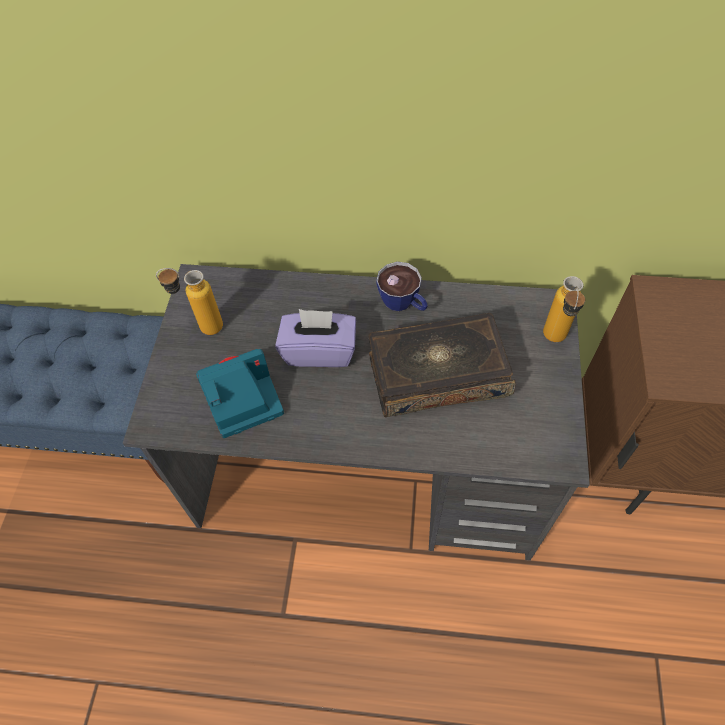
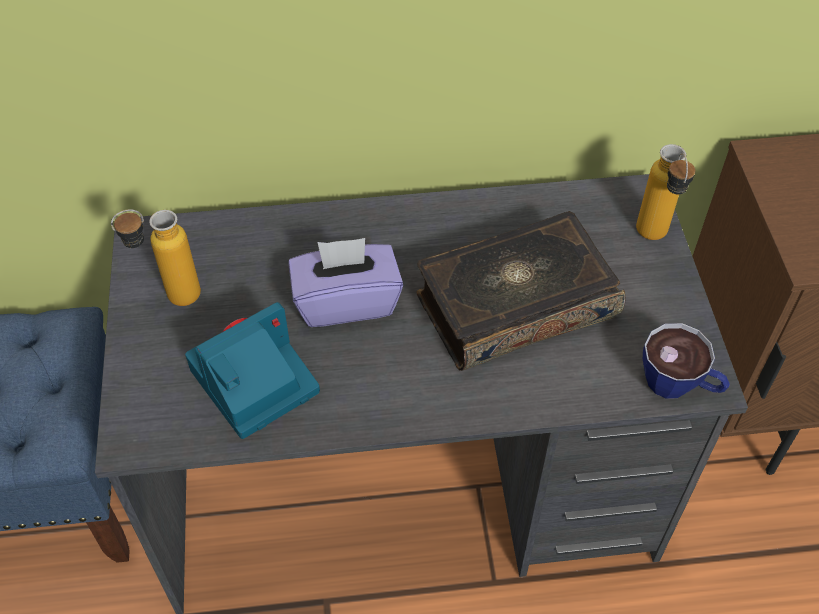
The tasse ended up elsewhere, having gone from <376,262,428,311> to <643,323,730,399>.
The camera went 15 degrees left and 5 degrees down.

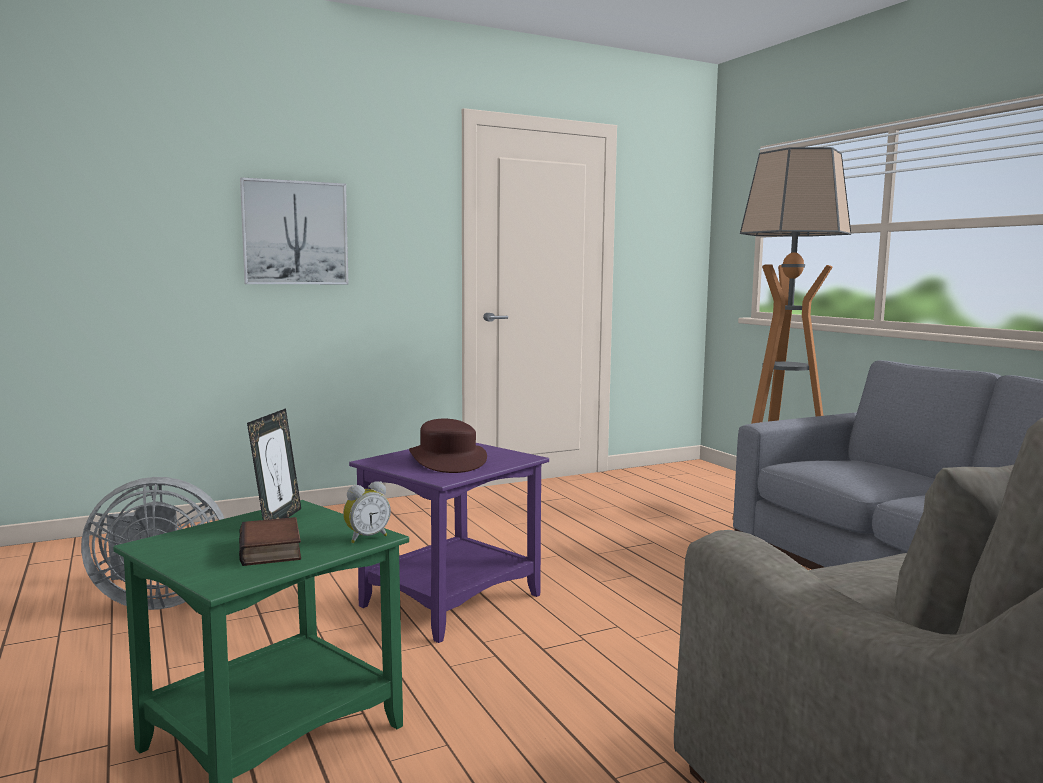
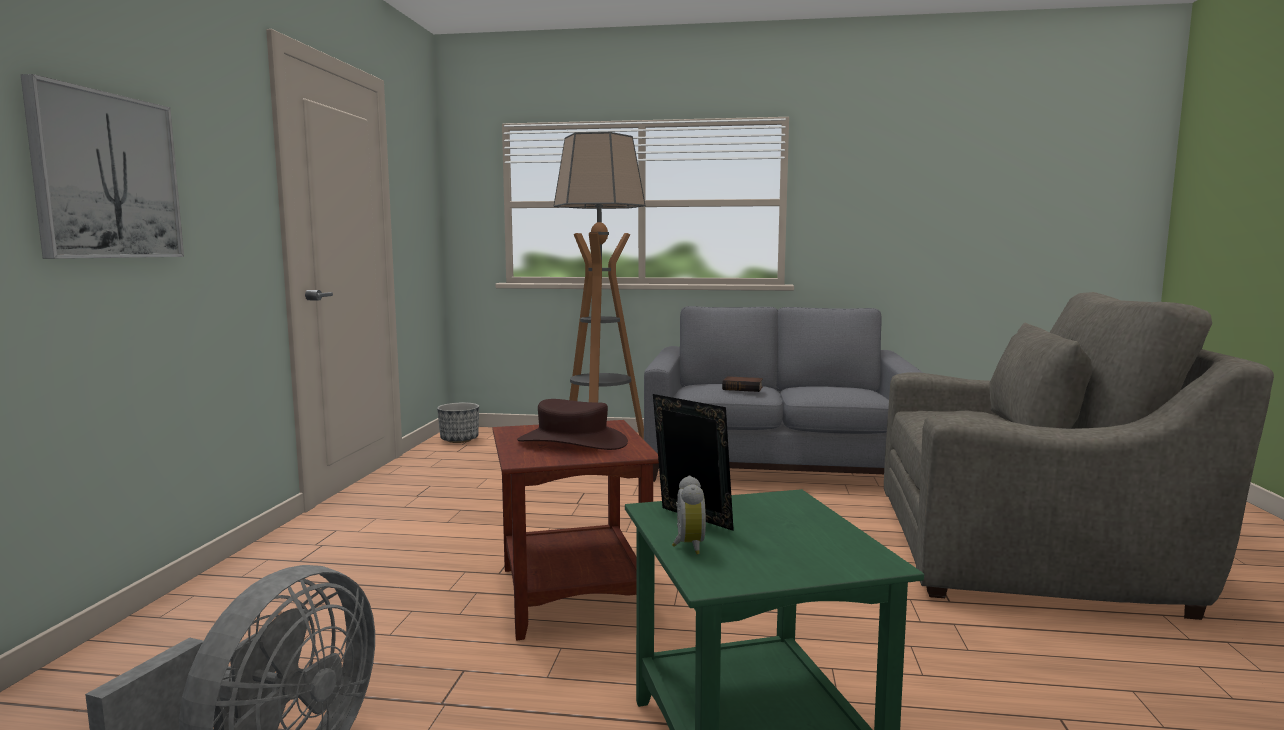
The livre ended up elsewhere, having gone from <239,517,301,566> to <722,376,763,392>.
The réveil ended up elsewhere, having gone from <343,481,391,543> to <672,476,706,555>.
What was the table d'appoint (violet) at <349,443,549,643> turned into the table d'appoint (marron) at <493,420,659,641>.
The second view gained the cache-pot at <437,403,479,443>.
The camera went 55 degrees left and 0 degrees up.

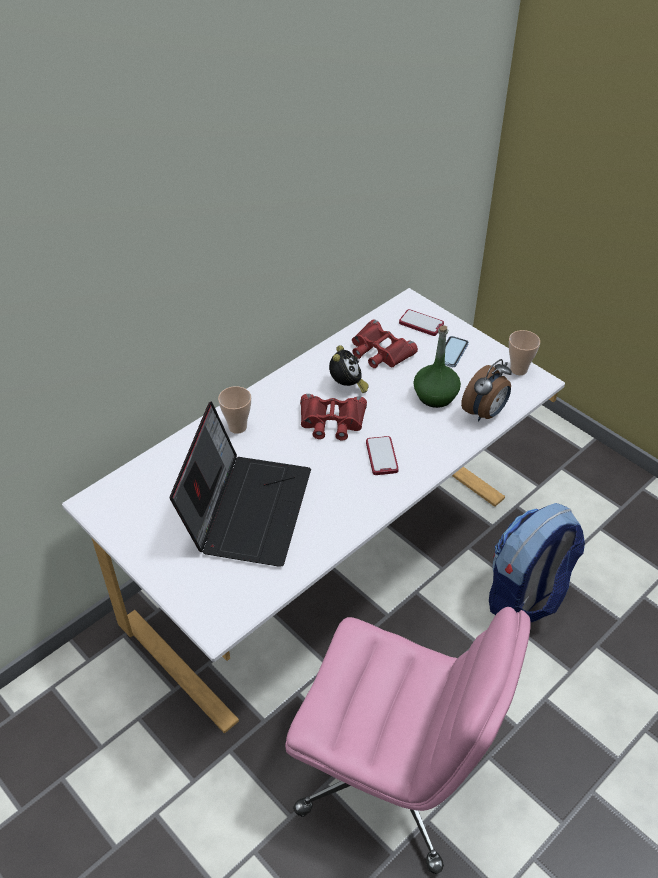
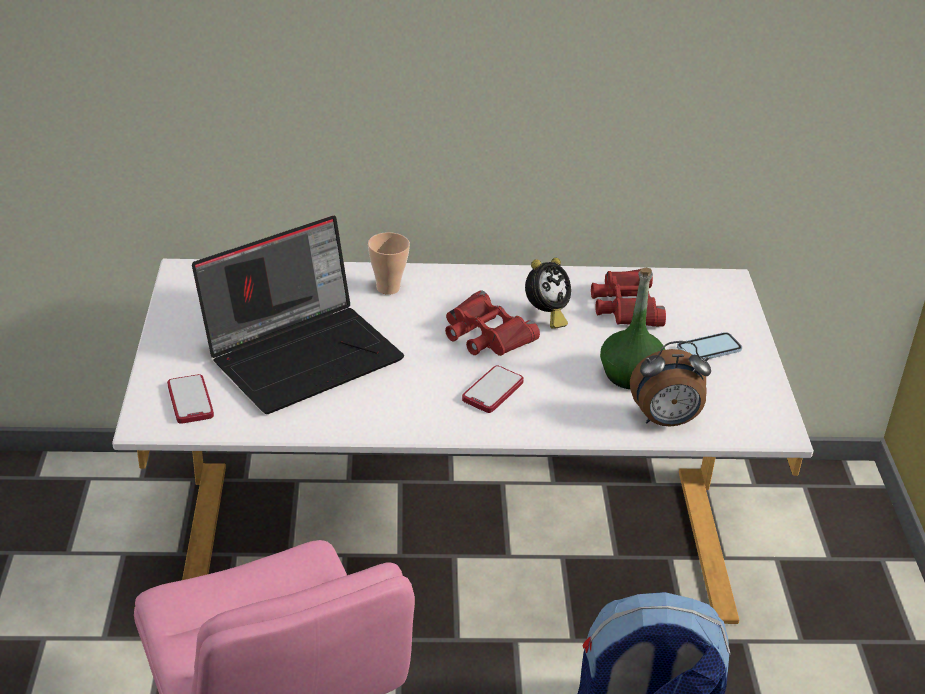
The téléphone ended up elsewhere, having gone from <399,309,444,336> to <167,374,214,424>.
The second view lost the tasse at <509,330,540,375>.
The camera went 40 degrees right and 10 degrees down.

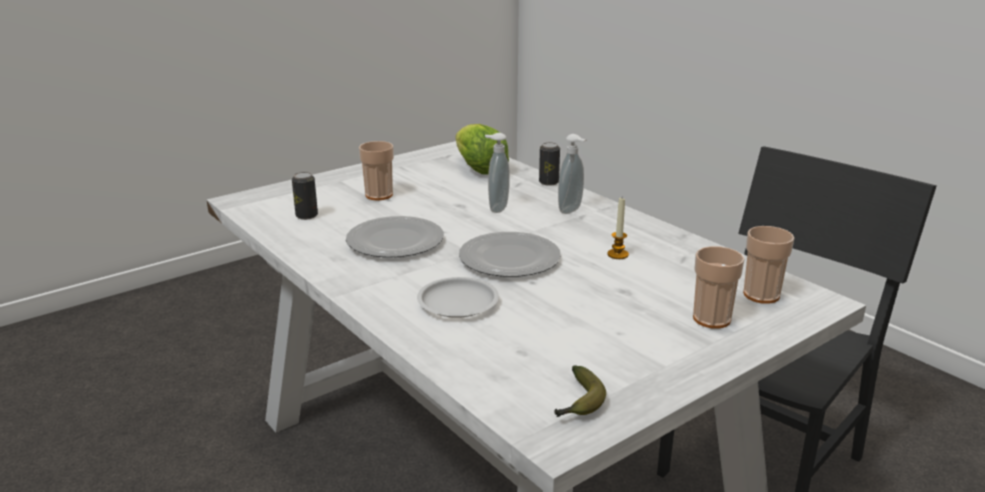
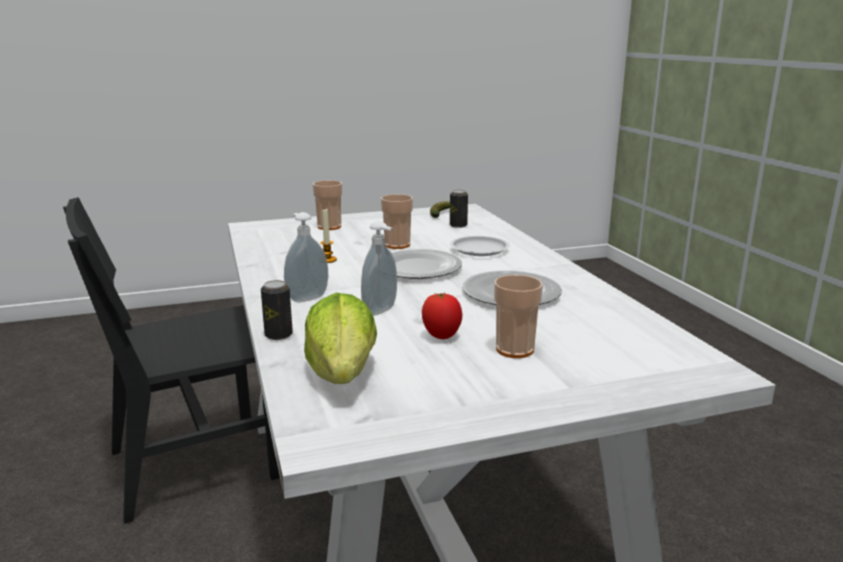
The boîte métallique ended up elsewhere, having gone from <292,172,318,220> to <450,190,468,228>.
The tasse ended up elsewhere, having gone from <743,226,794,304> to <381,194,413,249>.
The second view gained the tomate at <422,292,462,339>.
The camera went 160 degrees left and 5 degrees down.

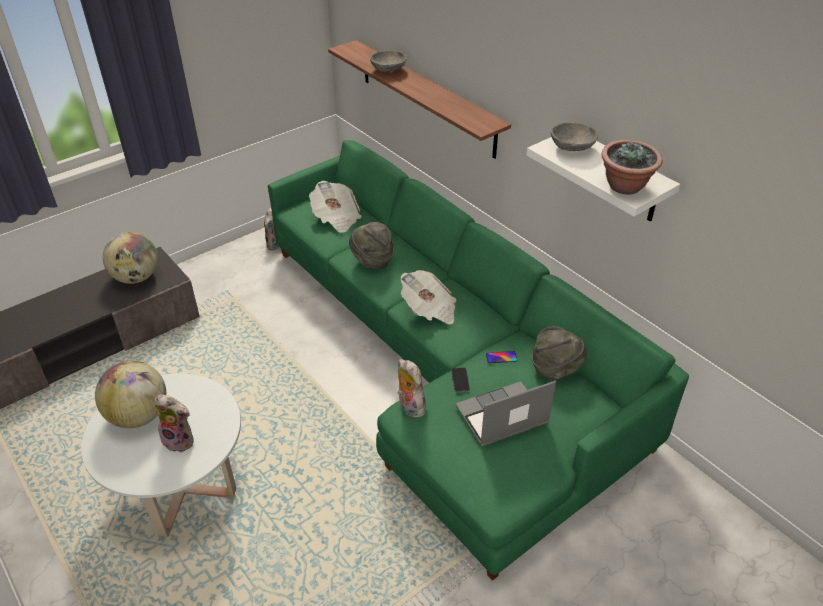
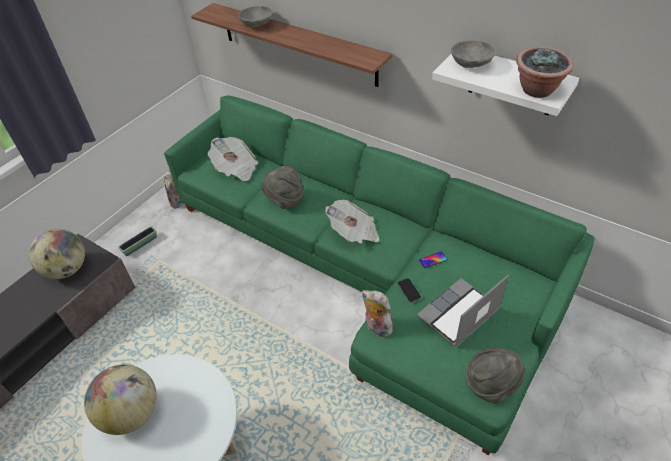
The second view lost the peluche at <154,394,194,453>.
The chapeau (gris) ended up elsewhere, having gone from <532,326,587,381> to <466,348,525,403>.
The second view gained the cache-pot at <118,226,157,256>.
The camera went 15 degrees left and 5 degrees up.

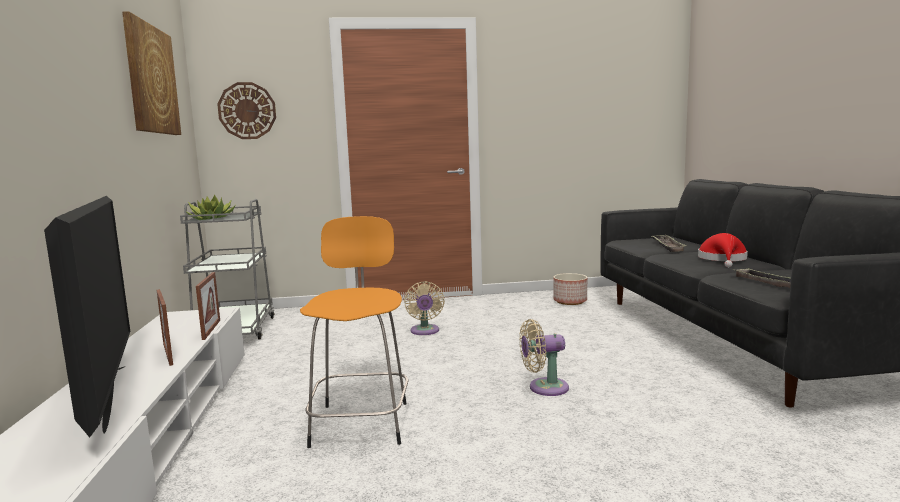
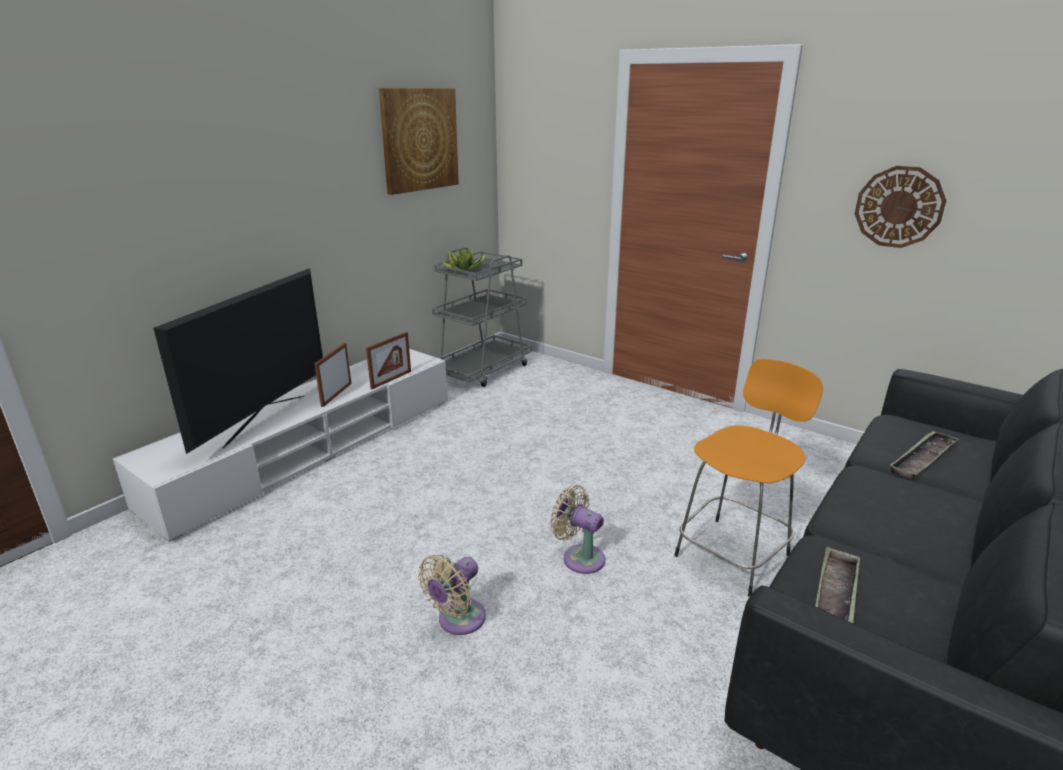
The horloge murale ended up elsewhere, having gone from <217,82,276,139> to <855,166,946,248>.
The tabouret (orange) ended up elsewhere, having gone from <300,216,408,448> to <674,359,823,597>.
The ventilateur (beige) ended up elsewhere, having gone from <404,281,445,335> to <418,555,486,635>.
The second view lost the cache-pot at <553,273,587,305>.
The second view lost the chapeau (rouge) at <698,233,748,267>.
The camera went 45 degrees right and 15 degrees up.

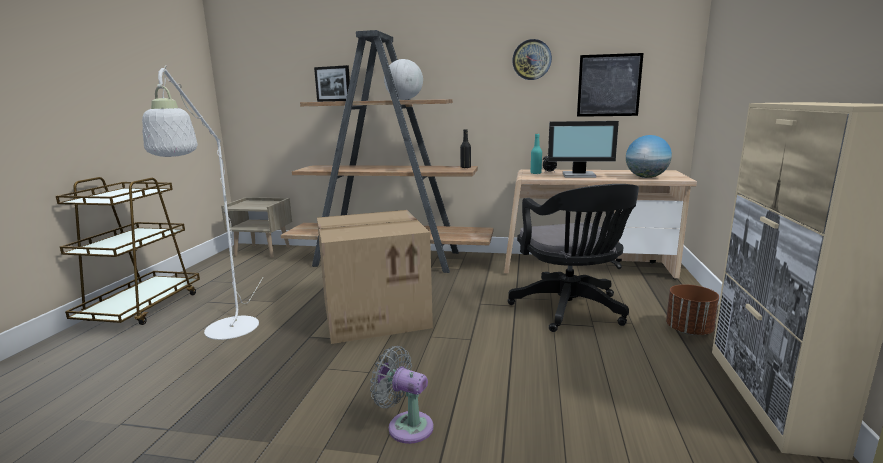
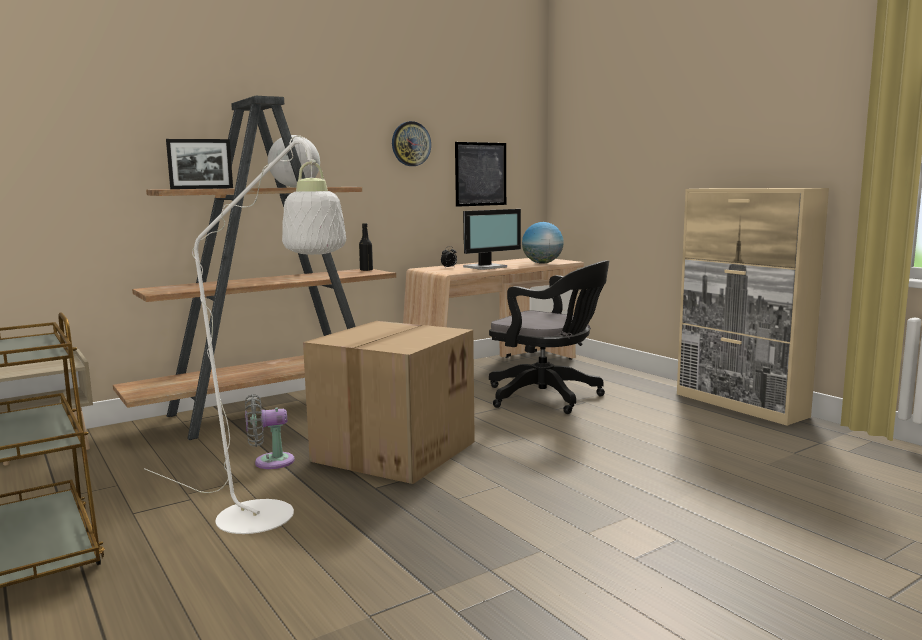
The ventilateur (gris) ended up elsewhere, having gone from <370,346,433,444> to <245,394,295,469>.
The second view lost the bouteille (turquoise) at <531,134,542,174>.
The second view lost the cache-pot (marron) at <666,284,719,335>.
The camera went 45 degrees left and 5 degrees down.

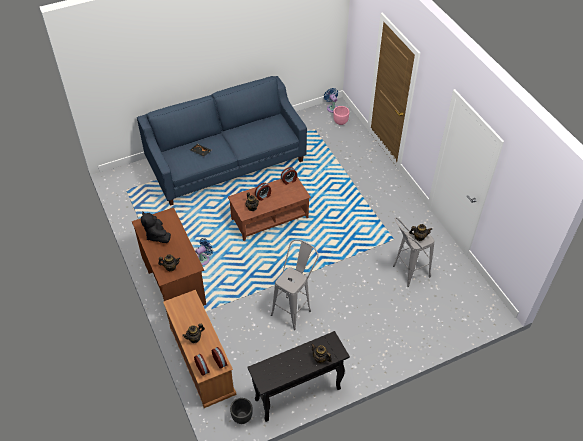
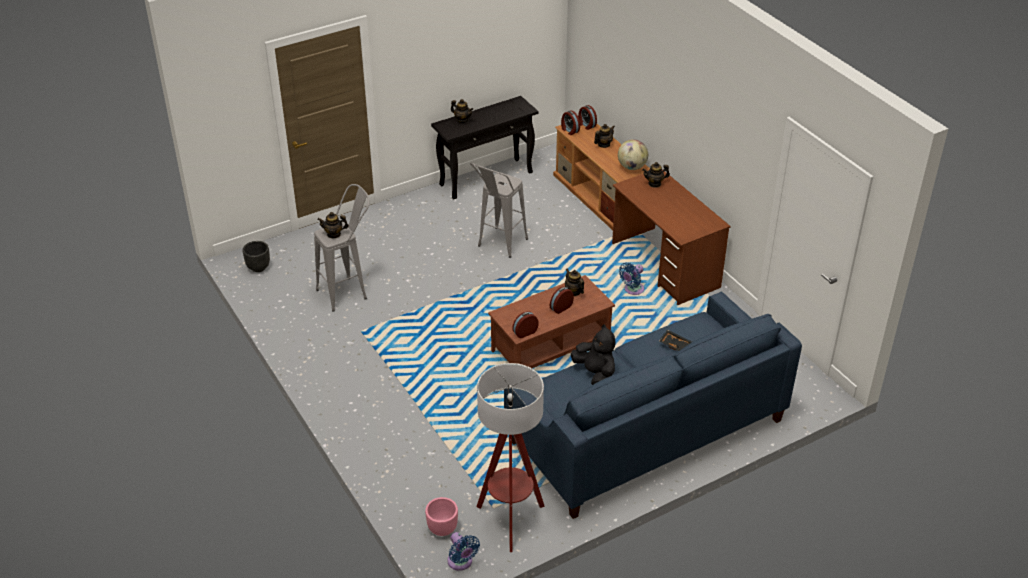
The peluche (noir) ended up elsewhere, having gone from <141,212,171,243> to <571,324,616,385>.
The cache-pot (noir) ended up elsewhere, having gone from <230,398,253,424> to <243,241,270,272>.
The second view gained the lampadaire at <477,363,545,552>.
The second view gained the globe at <618,139,648,170>.
The camera went 175 degrees right and 10 degrees down.

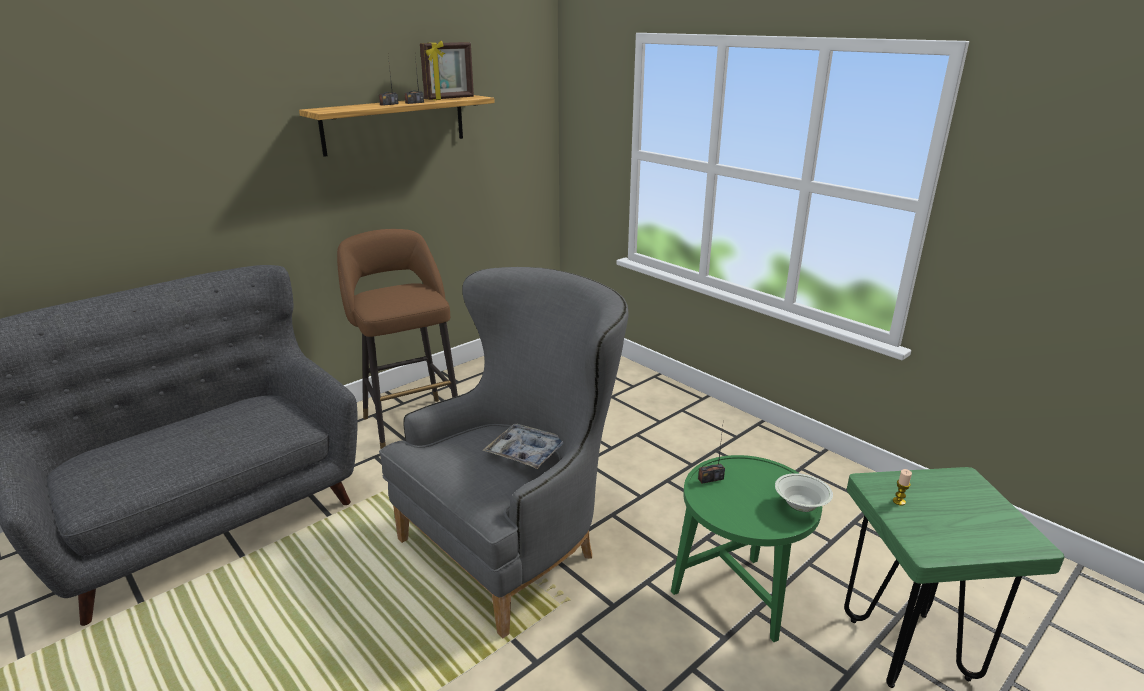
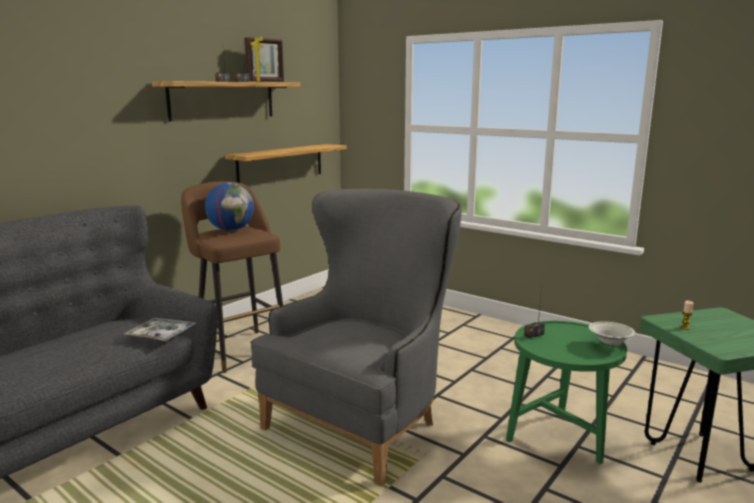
The plateau ended up elsewhere, having gone from <482,424,563,469> to <124,318,196,341>.
The second view gained the globe at <205,183,254,231>.
The second view gained the étagère at <225,144,347,183>.
The camera went 10 degrees left and 10 degrees down.

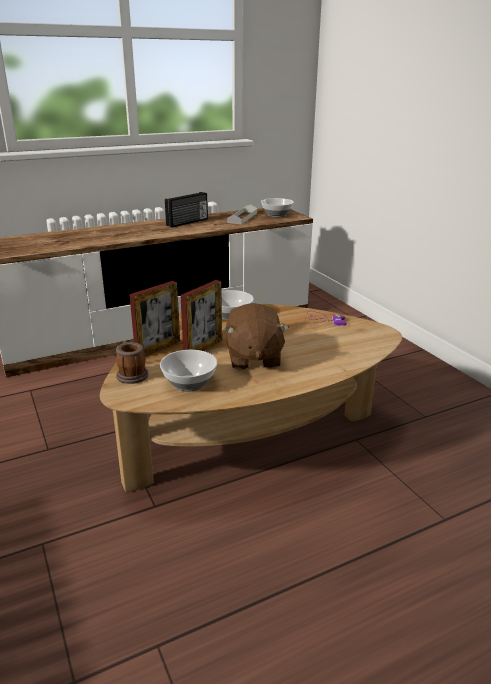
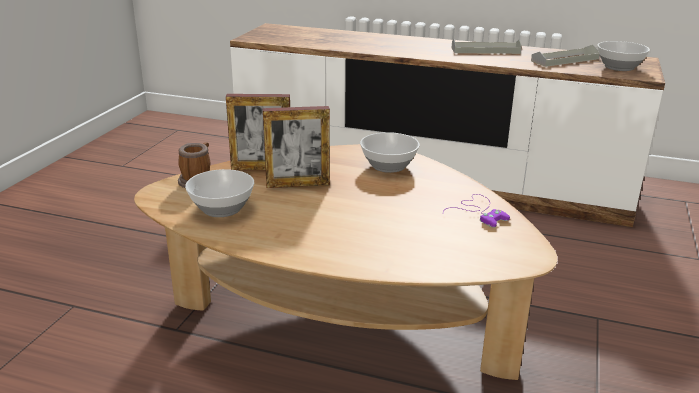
Where the radio stood at <165,192,208,228>, the plateau (gris) came to stand at <452,39,522,54>.
The second view lost the peluche (marron) at <224,303,289,370>.
The camera went 45 degrees right and 0 degrees up.

